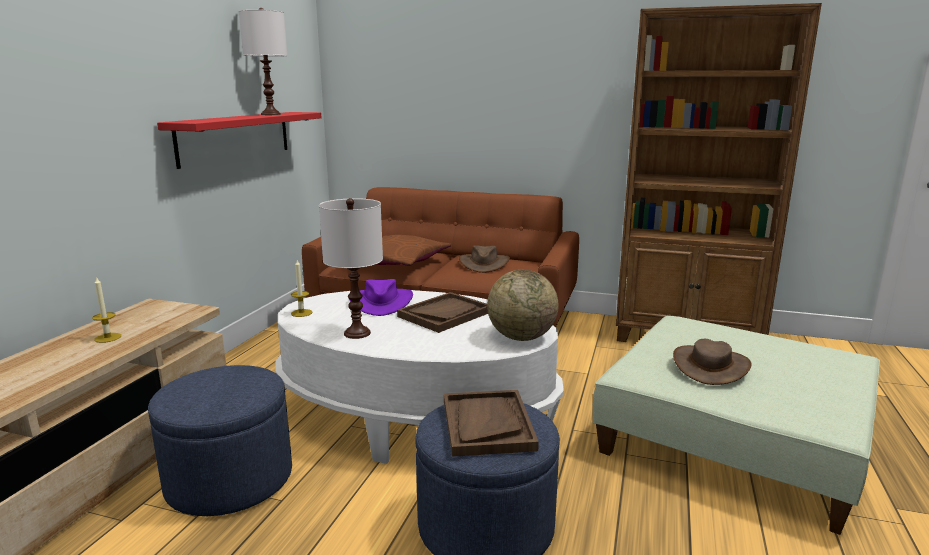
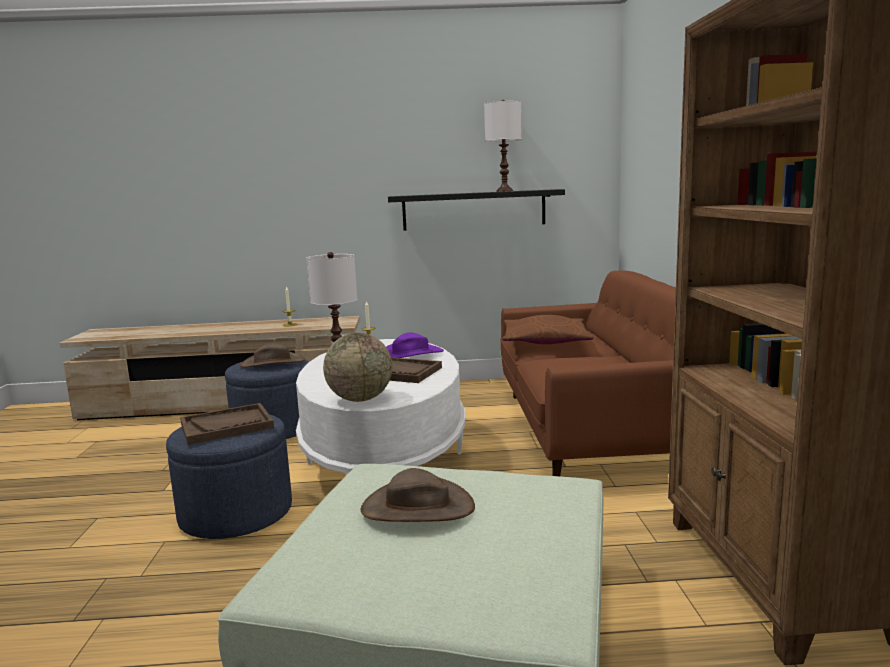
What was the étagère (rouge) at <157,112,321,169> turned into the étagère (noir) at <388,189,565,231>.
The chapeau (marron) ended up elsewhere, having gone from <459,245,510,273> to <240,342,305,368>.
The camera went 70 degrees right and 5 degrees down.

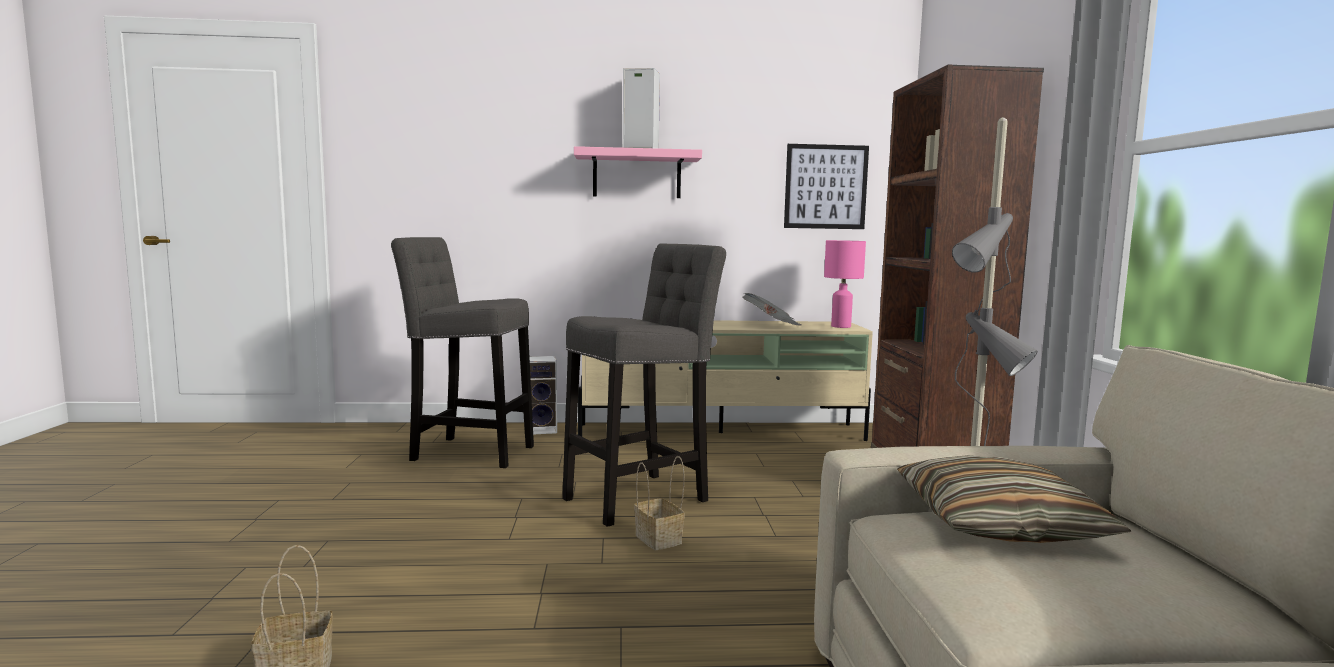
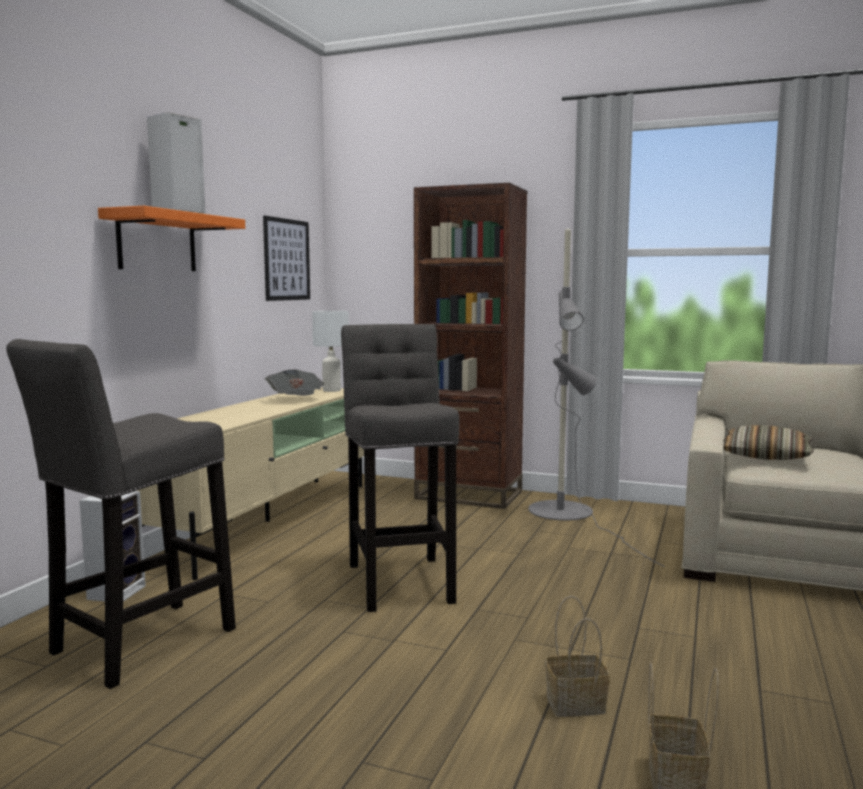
What was the étagère (rose) at <574,146,702,198> turned into the étagère (orange) at <98,206,245,271>.
The panier ended up elsewhere, having gone from <634,456,684,550> to <545,595,610,717>.
What was the lampe de table (rose) at <824,240,866,328> turned into the lampe de table (blanc) at <312,311,349,392>.
The camera went 65 degrees left and 0 degrees up.

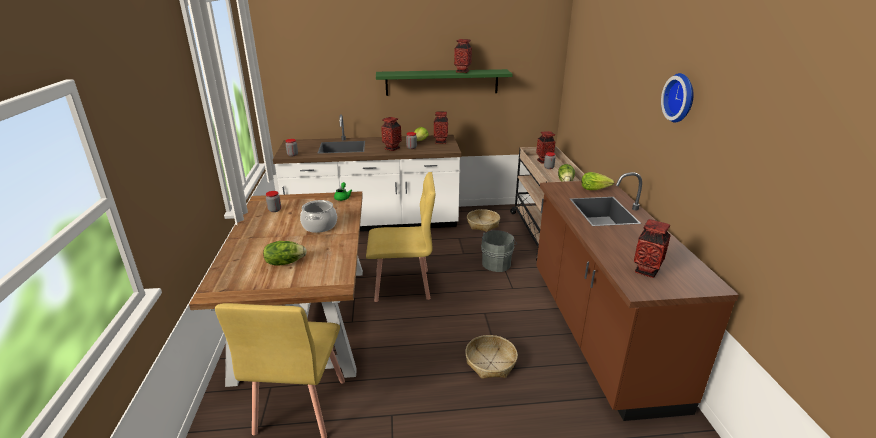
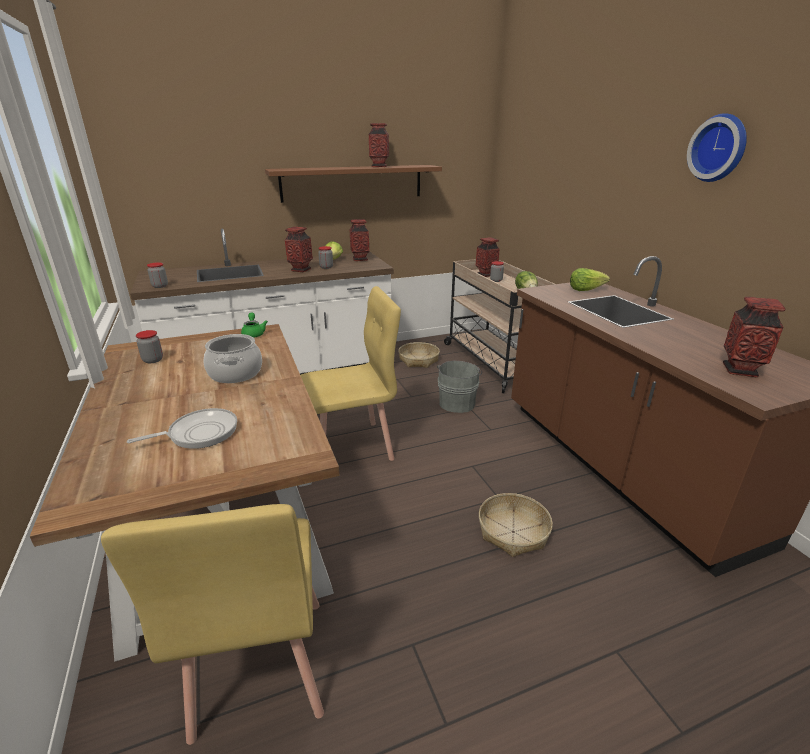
Where the laitue stood at <263,241,307,266>, the poêle came to stand at <127,408,237,449>.
What was the étagère (vert) at <376,69,513,96> turned into the étagère (marron) at <265,165,442,203>.
The camera went 15 degrees left and 0 degrees up.

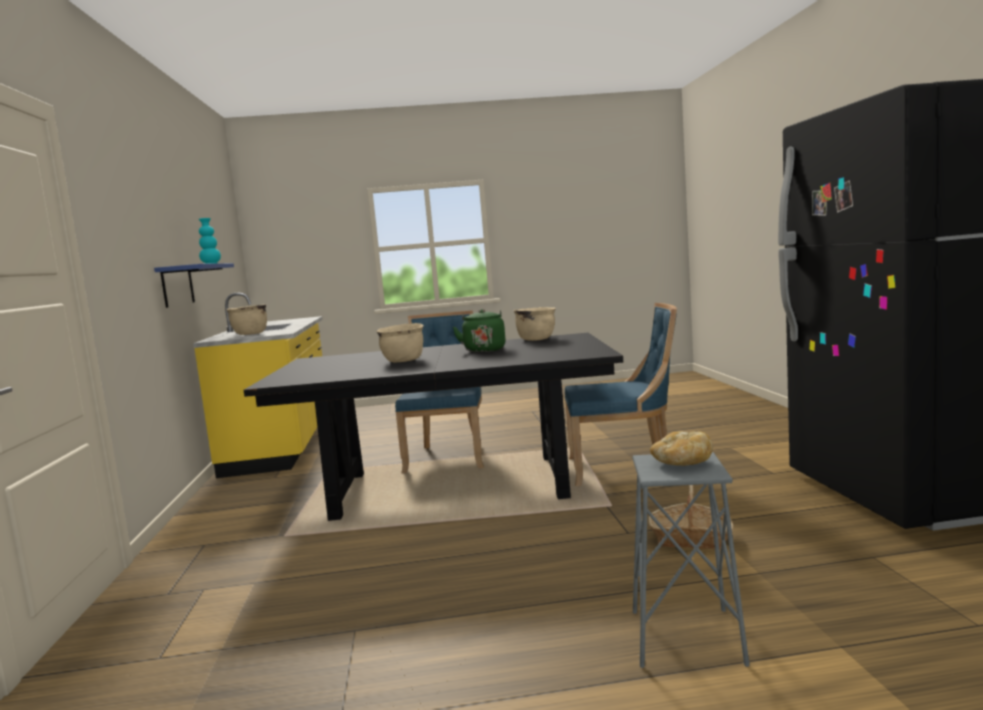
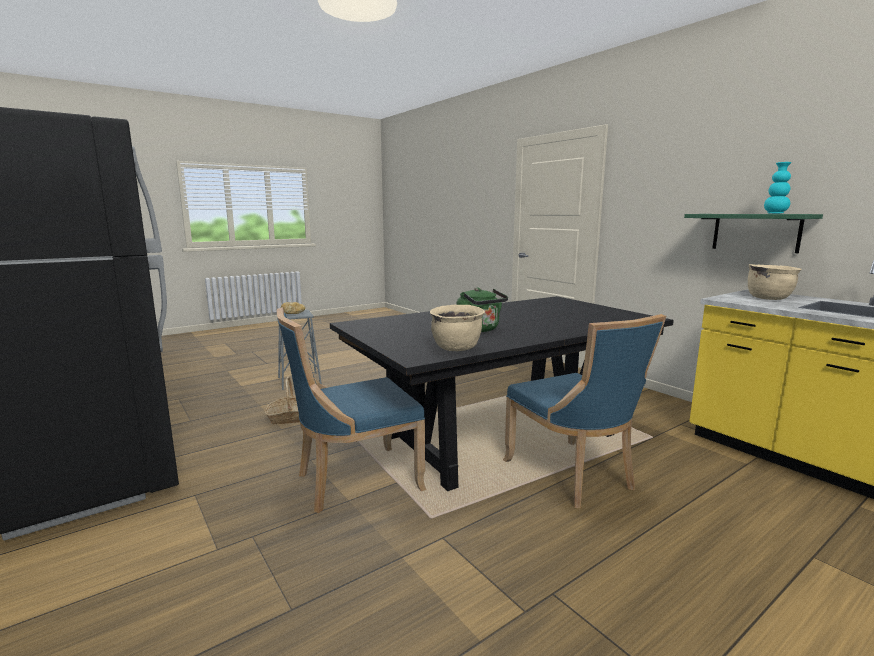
What was the étagère (bleu) at <154,263,234,308> turned into the étagère (vert) at <684,214,823,253>.
The second view lost the marmite (beige) at <376,323,424,362>.
The camera went 150 degrees right and 5 degrees up.

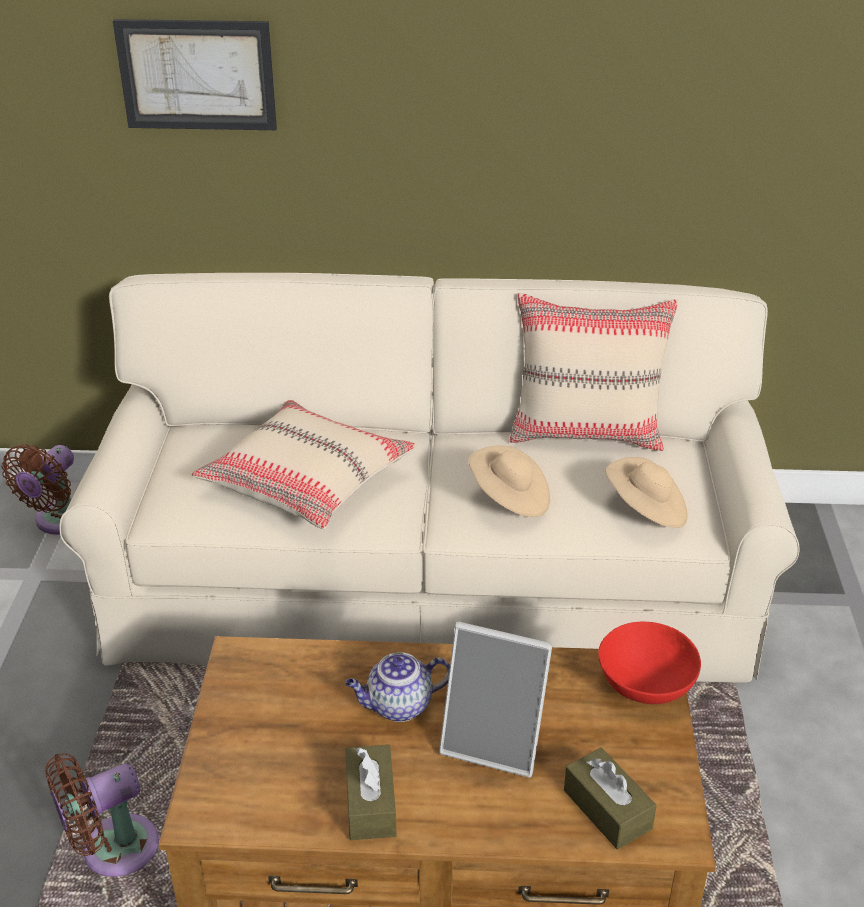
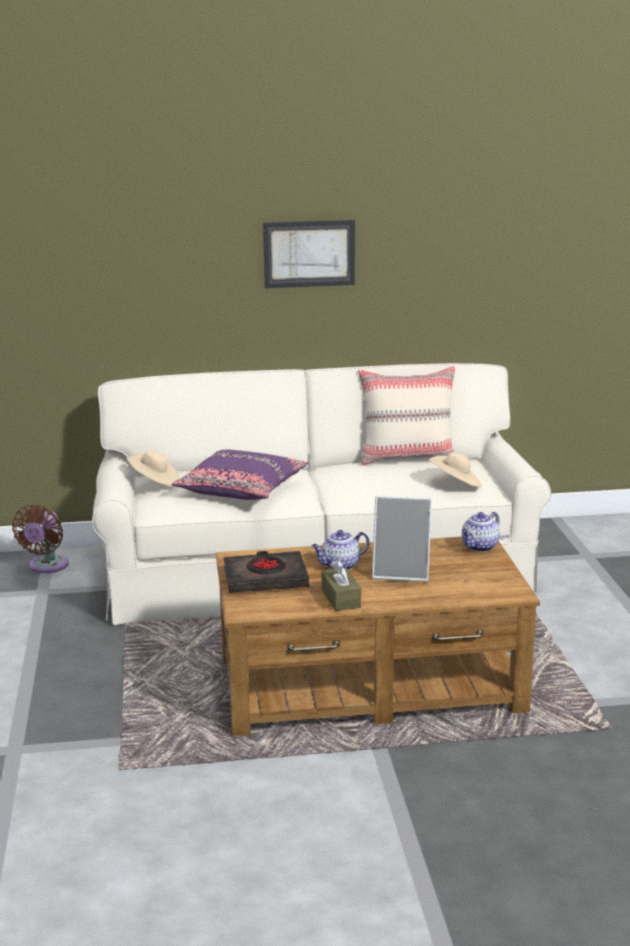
The second view lost the ventilateur (marron) at <45,753,159,877>.
The tableau ended up elsewhere, having gone from <113,19,277,130> to <263,220,355,288>.
What was the coussin (beige) at <192,400,417,529> turned into the coussin (violet) at <172,450,308,500>.
The chapeau (beige) ended up elsewhere, having gone from <468,446,550,517> to <127,450,180,486>.
The second view lost the boîte à mouchoirs (marron) at <564,748,656,849>.
Where the bol (rouge) stood at <598,622,701,704>, the théière came to stand at <462,512,500,552>.
The second view gained the livre (noir) at <224,551,309,593>.
The camera went 10 degrees left and 15 degrees down.

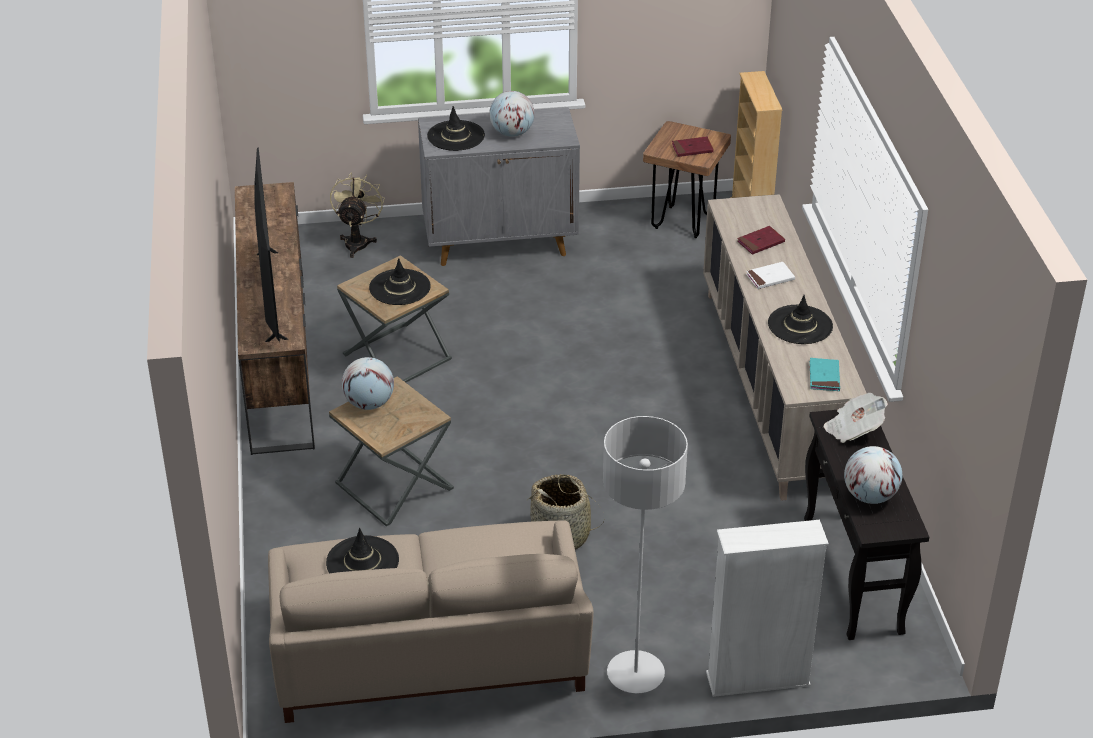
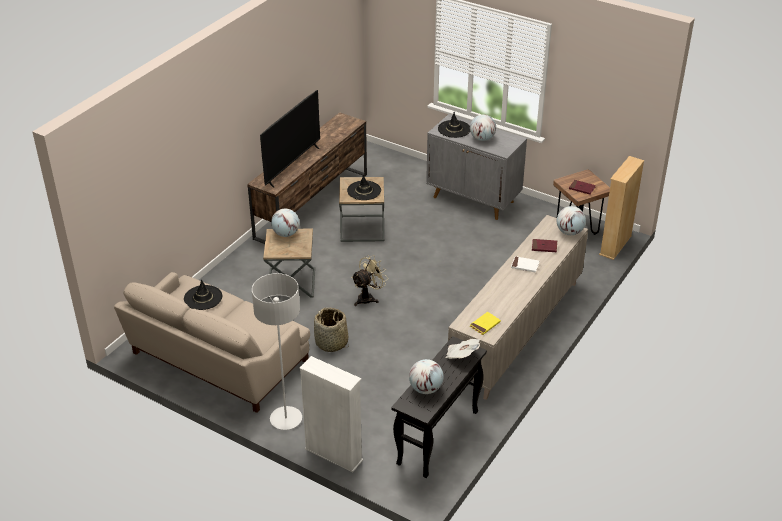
The ventilateur (beige) ended up elsewhere, having gone from <330,172,385,258> to <352,255,388,306>.
The second view lost the chapeau (noir) at <768,295,833,344>.
What was the livre (turquoise) at <810,358,840,391> turned into the livre (jaune) at <470,312,501,335>.
The second view gained the globe at <557,206,586,235>.
The camera went 40 degrees right and 0 degrees up.

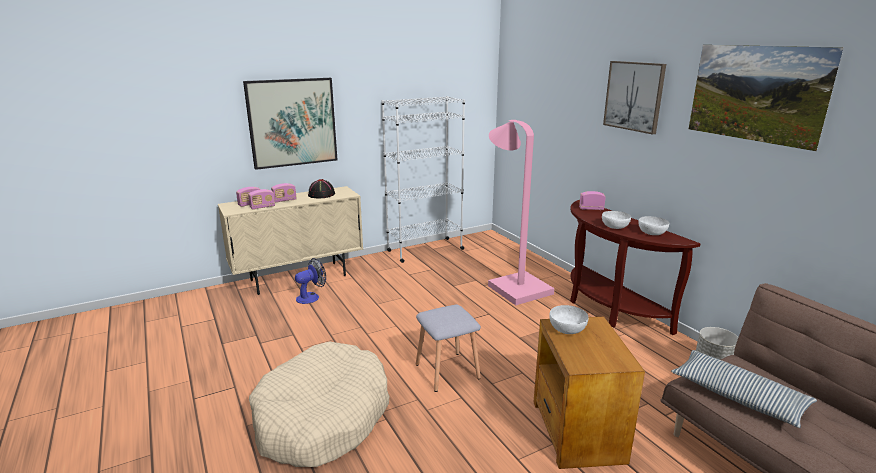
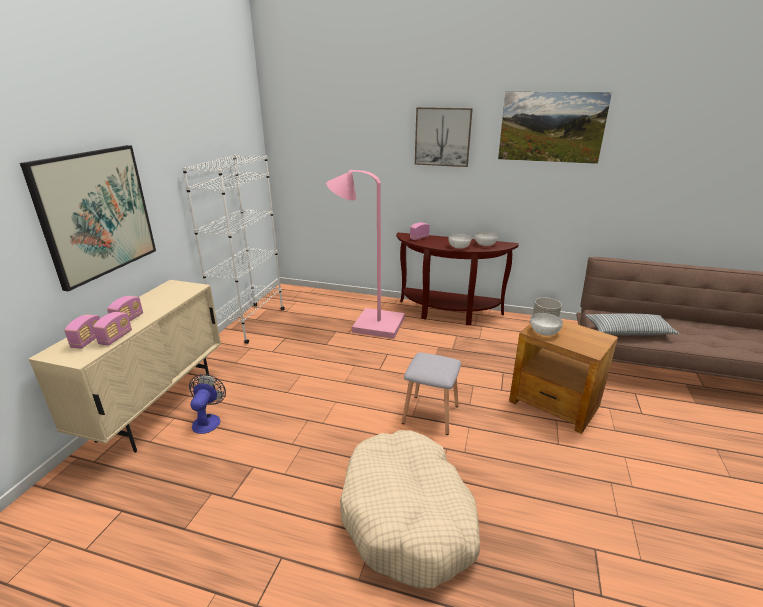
The second view lost the chapeau (noir) at <308,179,335,199>.
The camera went 45 degrees left and 5 degrees up.

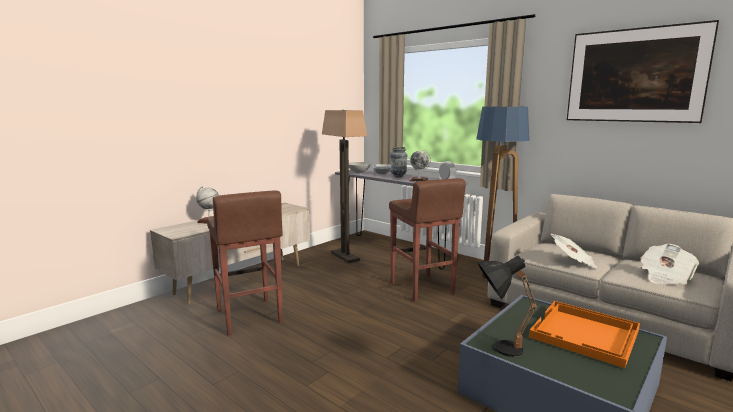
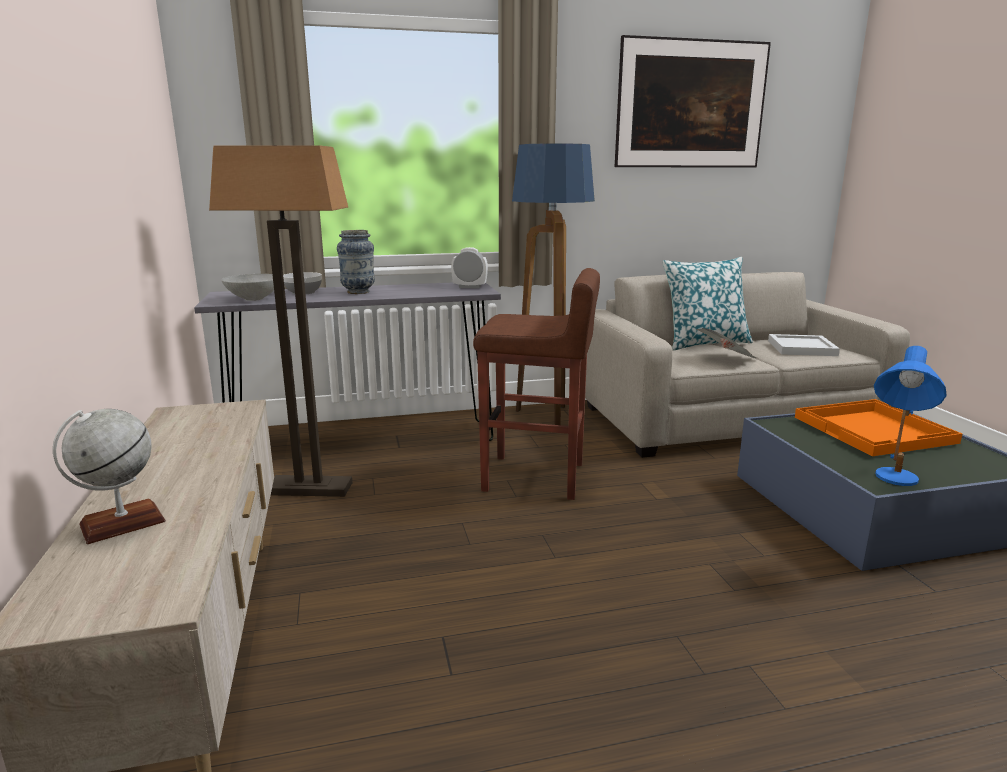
The second view lost the tabouret (marron) at <207,190,283,336>.
The second view lost the globe at <409,150,431,182>.
What was the lampe de table (noir) at <478,256,538,357> turned into the lampe de table (bleu) at <874,346,947,486>.
Where the journal stood at <640,244,699,285>, the plateau (blanc) came to stand at <768,334,840,356>.
The second view gained the coussin at <662,257,753,350>.
The camera went 55 degrees left and 5 degrees up.

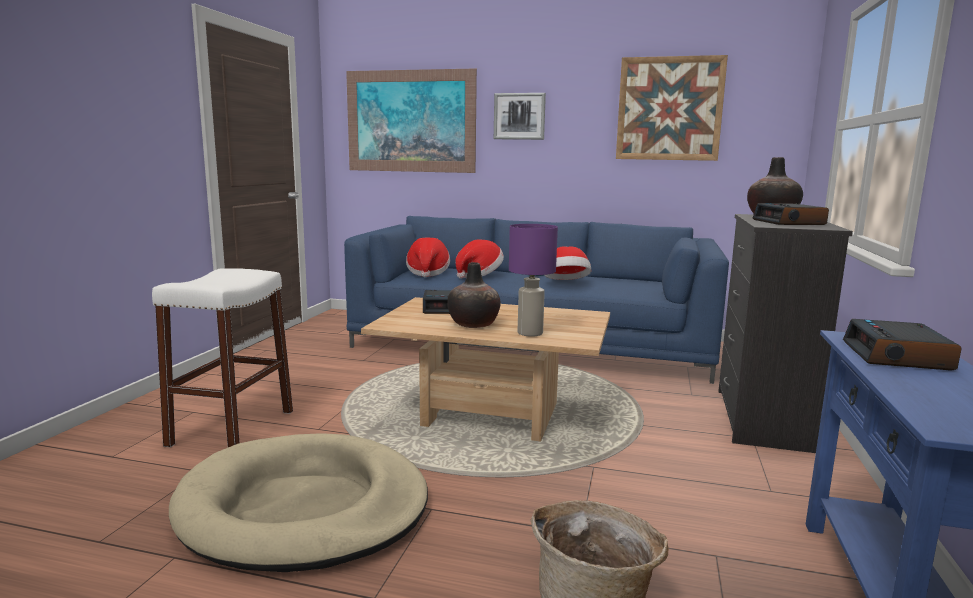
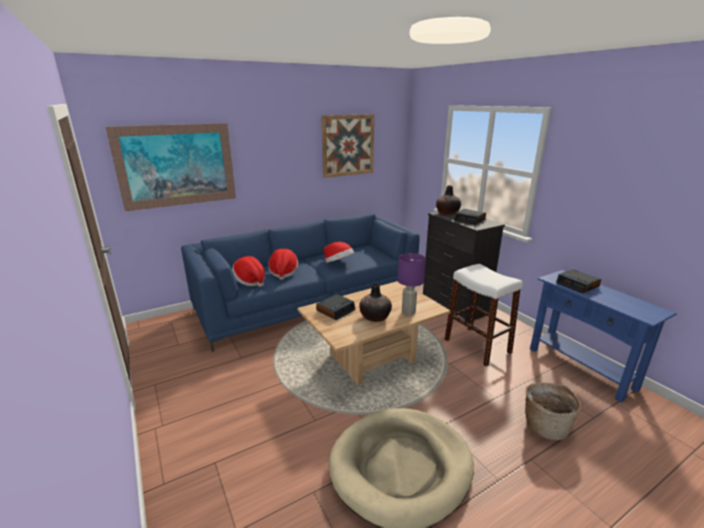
The tabouret (blanc) ended up elsewhere, having gone from <152,268,293,447> to <444,264,523,366>.
The second view lost the tableau at <494,93,546,140>.
The camera went 45 degrees left and 10 degrees up.

